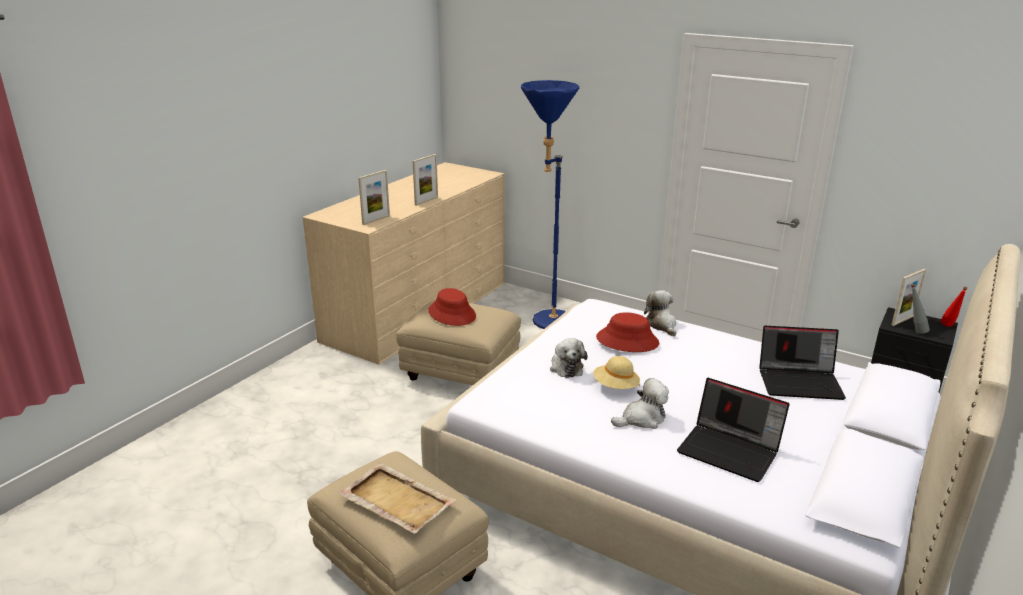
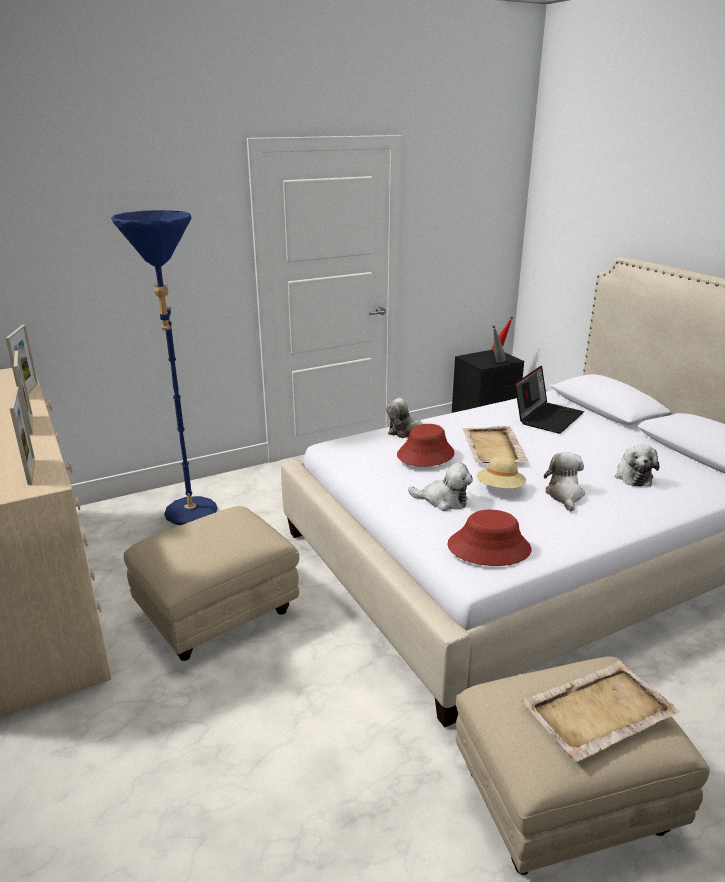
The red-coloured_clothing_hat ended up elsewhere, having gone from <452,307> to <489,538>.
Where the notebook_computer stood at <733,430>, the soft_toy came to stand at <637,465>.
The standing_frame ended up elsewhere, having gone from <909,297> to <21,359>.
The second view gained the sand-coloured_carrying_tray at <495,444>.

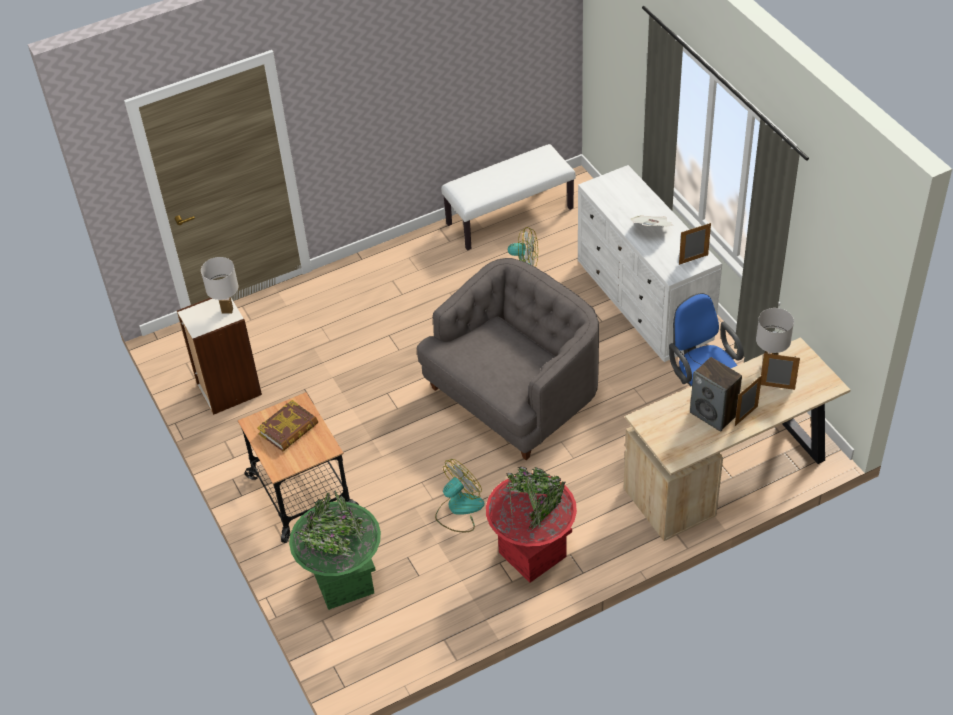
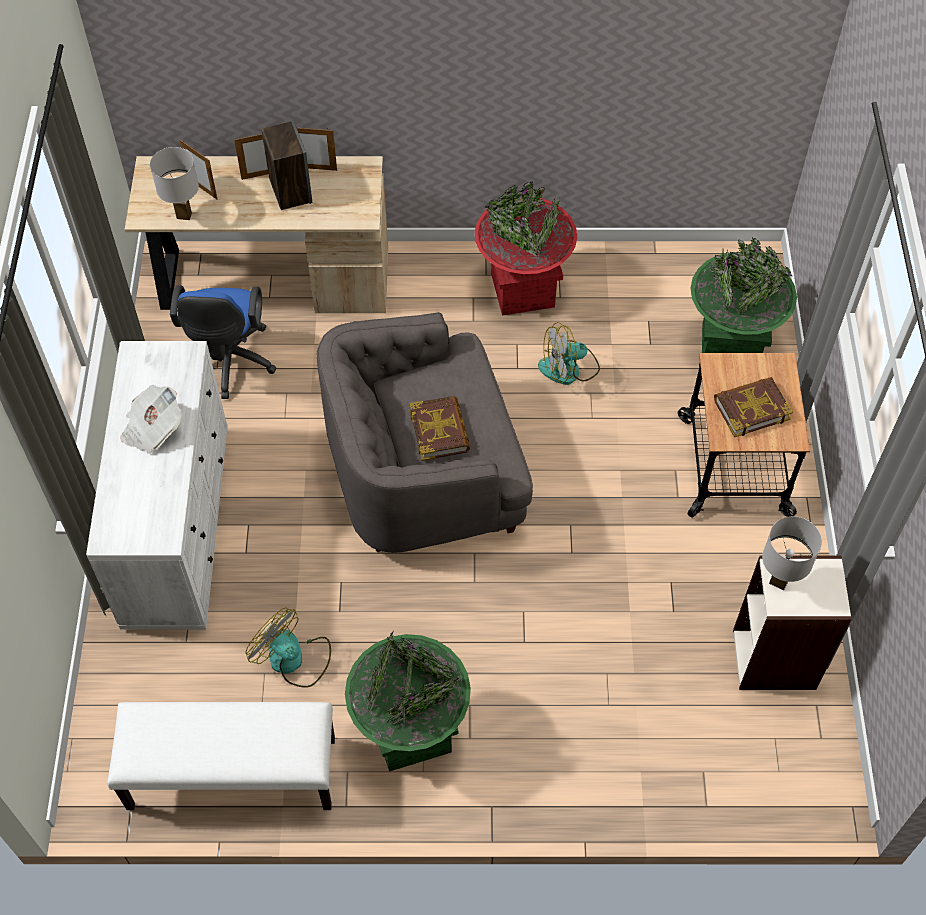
The standing_frame ended up elsewhere, having gone from <695,244> to <316,148>.
The second view gained the greenish_flower_pot at <408,701>.
The second view gained the volume at <440,428>.

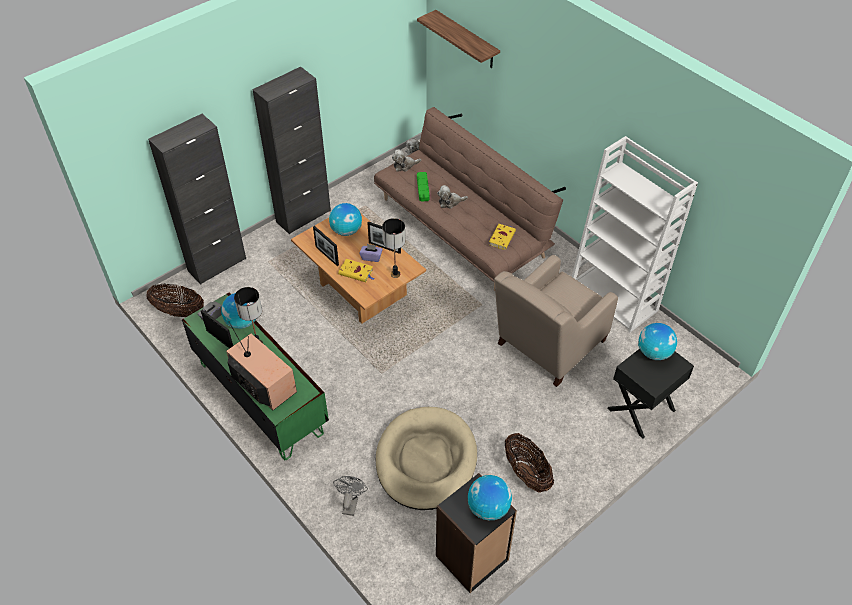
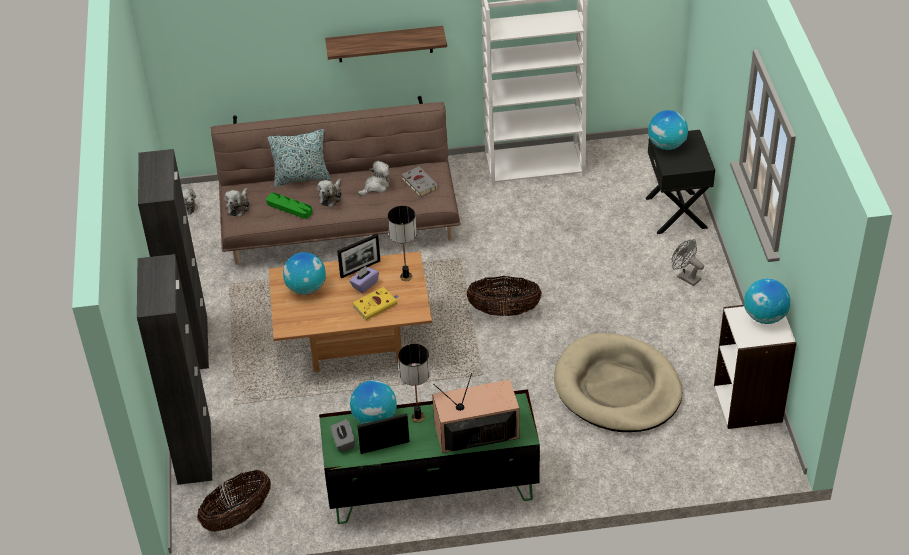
The second view lost the standing_frame at <326,246>.
The greyish_cooling_fan ended up elsewhere, having gone from <350,496> to <687,262>.
The shelf ended up elsewhere, having gone from <458,39> to <386,44>.
What was the black_bookshelf at <476,533> turned into the white-coloured_bookshelf at <755,367>.
What was the yellow_volume at <502,237> turned into the greyish_volume at <420,182>.
The second view lost the sand-coloured_armchair at <556,321>.
The household_basket ended up elsewhere, having gone from <529,463> to <504,296>.
The second view gained the pillow at <299,158>.
The second view gained the soft_toy at <374,178>.

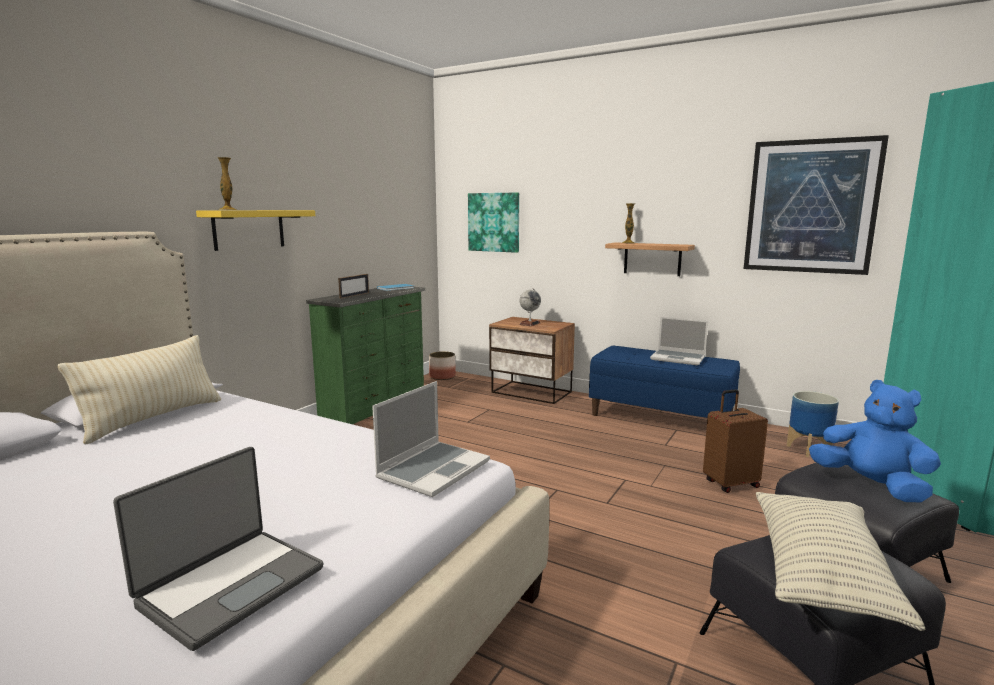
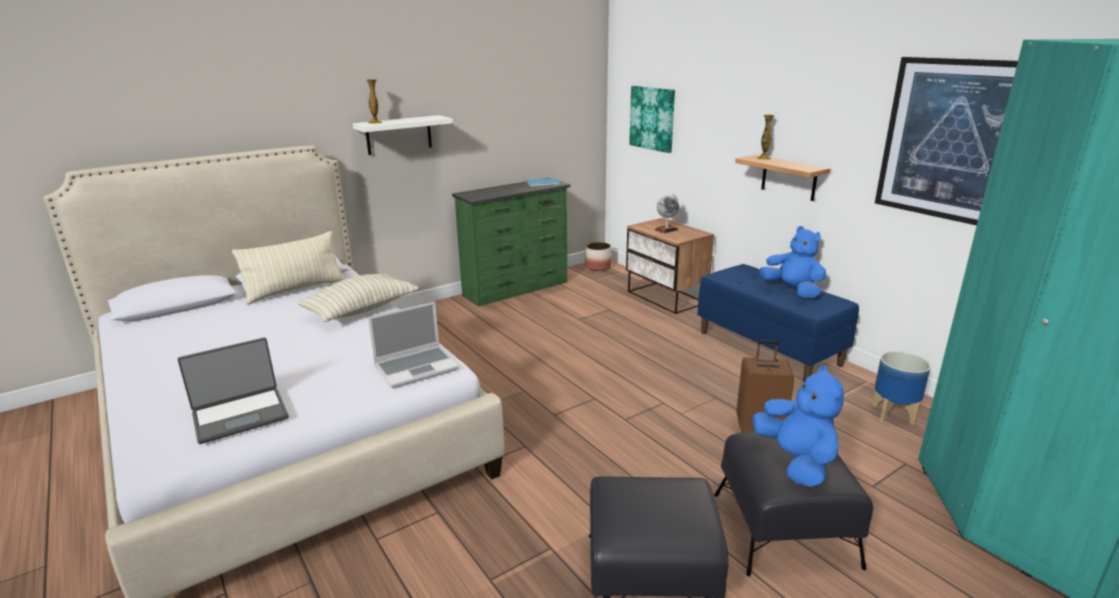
What was the yellow_shelf at <255,230> turned into the white-coloured_shelf at <403,135>.
The second view lost the standing_frame at <353,286>.
Where the notebook_computer stood at <679,341>, the blue-coloured_soft_toy came to stand at <792,262>.
The pillow ended up elsewhere, having gone from <840,561> to <358,298>.

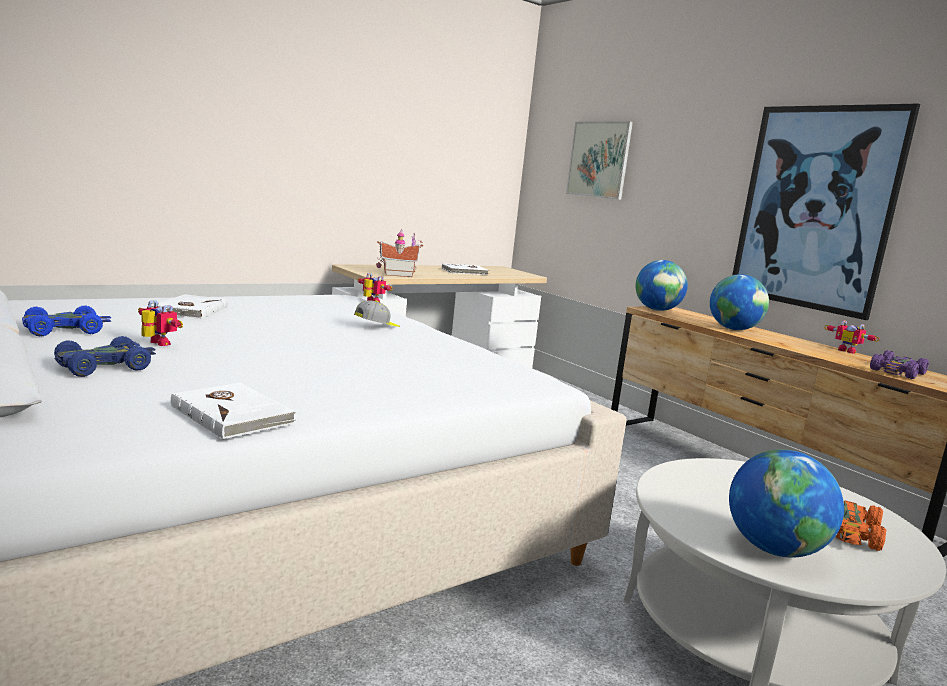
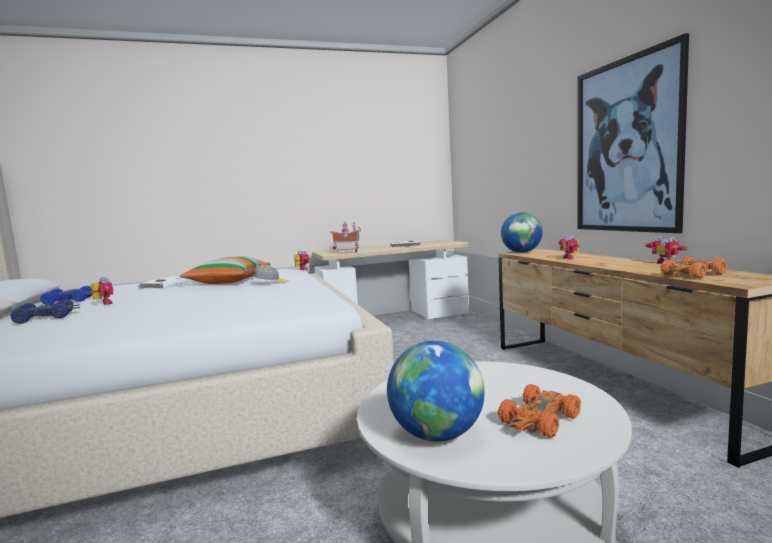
The second view lost the white-coloured_volume at <233,411>.
The second view lost the picture at <599,160>.
Where the globe stood at <739,302>, the model_robot came to stand at <569,247>.
What was the purple-coloured_toy_car at <899,364> turned into the orange_toy_car at <694,267>.
The second view gained the pillow at <224,270>.

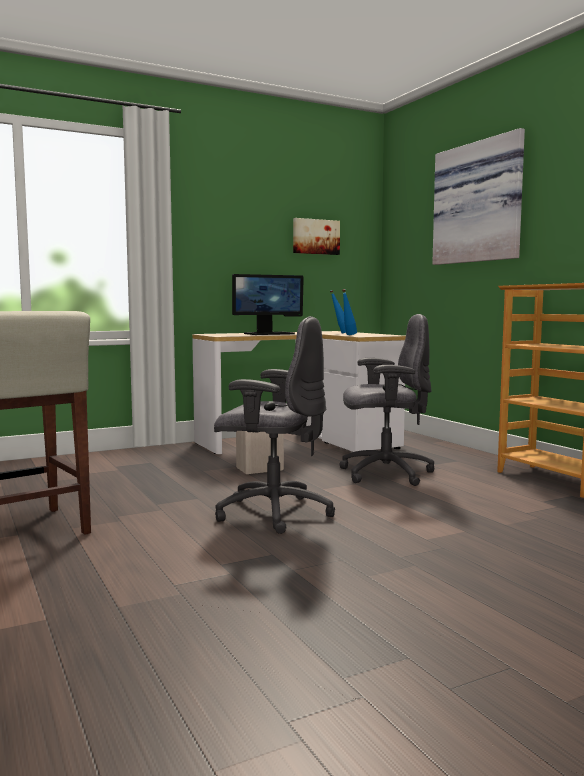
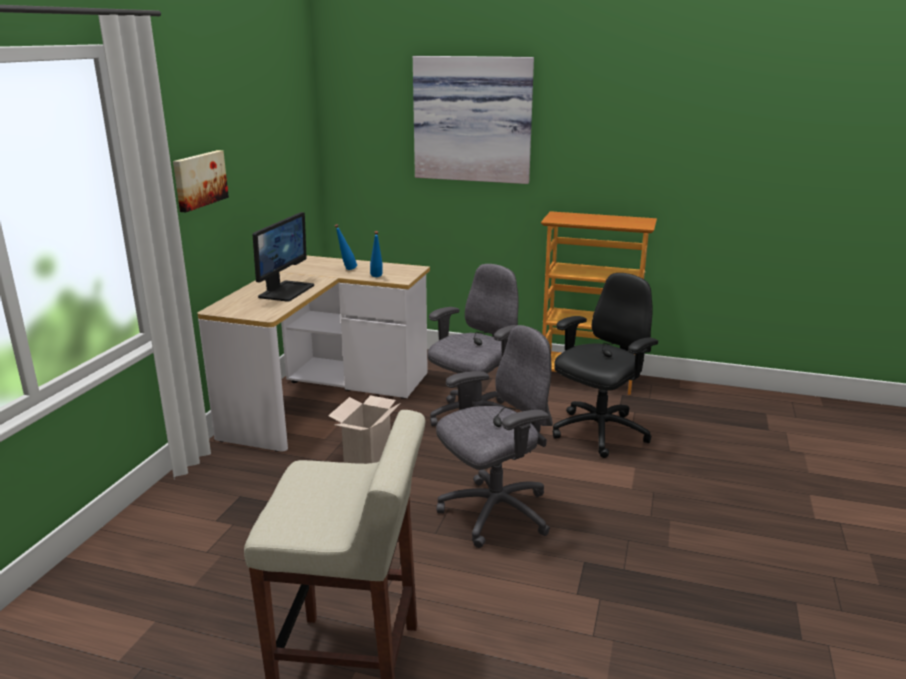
The picture ended up elsewhere, having gone from <316,236> to <201,181>.
The second view gained the black_desk_chair at <605,365>.

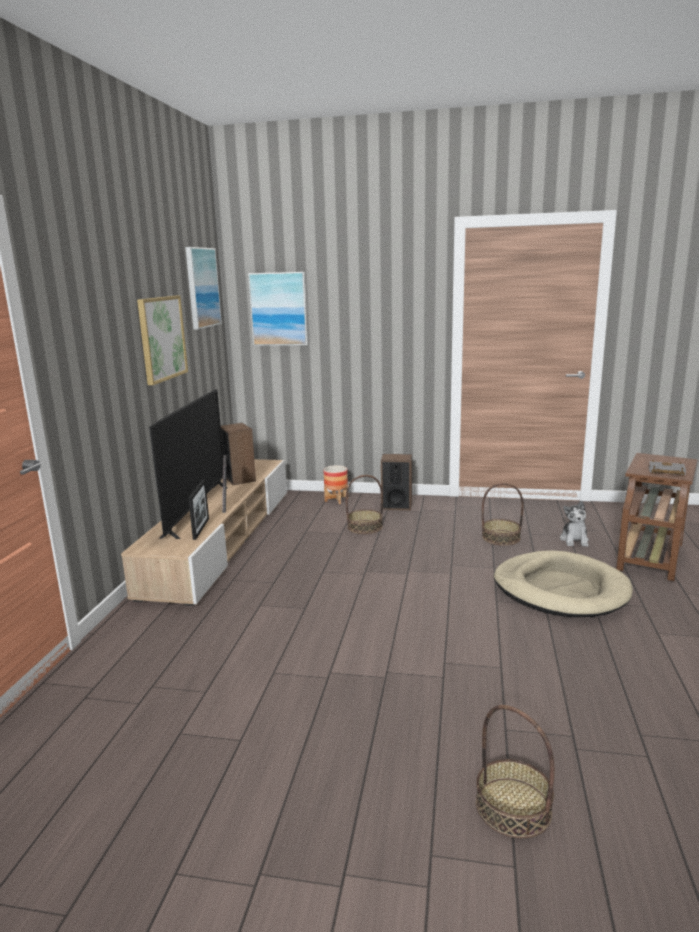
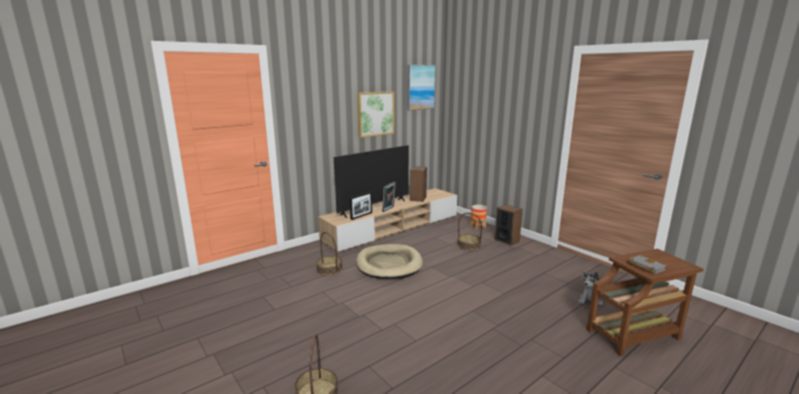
The second view lost the picture at <278,309>.
The household_basket ended up elsewhere, having gone from <503,514> to <329,254>.
The sand-coloured_dog_bed ended up elsewhere, having gone from <563,583> to <389,261>.

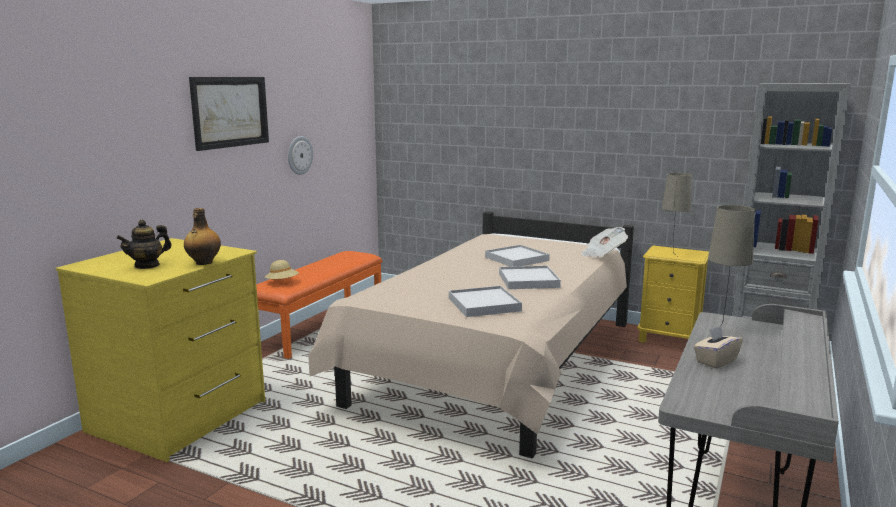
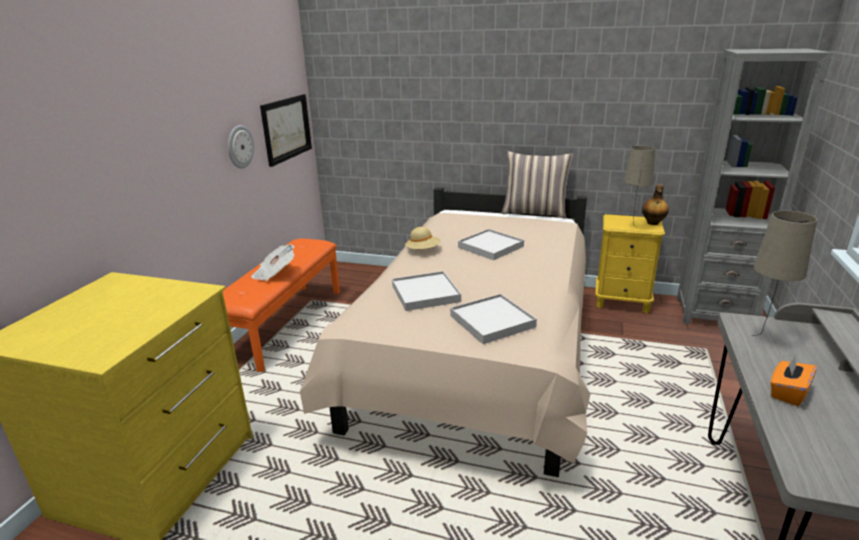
The second view lost the teapot at <144,244>.
The bottle ended up elsewhere, having gone from <202,236> to <655,205>.
The picture ended up elsewhere, having gone from <229,114> to <286,130>.
The sand-coloured_clothing_hat ended up elsewhere, having gone from <282,270> to <422,238>.
The white-coloured_carrying_tray ended up elsewhere, having gone from <530,277> to <426,291>.
The newspaper ended up elsewhere, having gone from <604,242> to <273,262>.
What was the sand-coloured_tissue_box at <718,347> turned into the orange_tissue_box at <793,381>.
The second view gained the pillow at <537,184>.

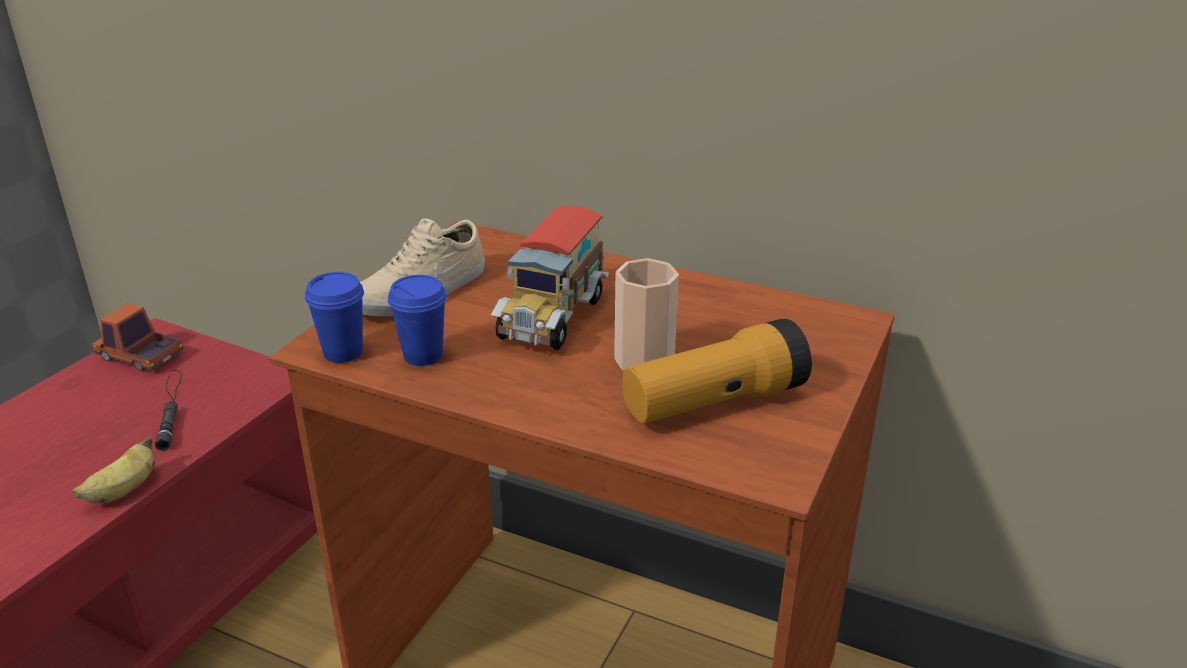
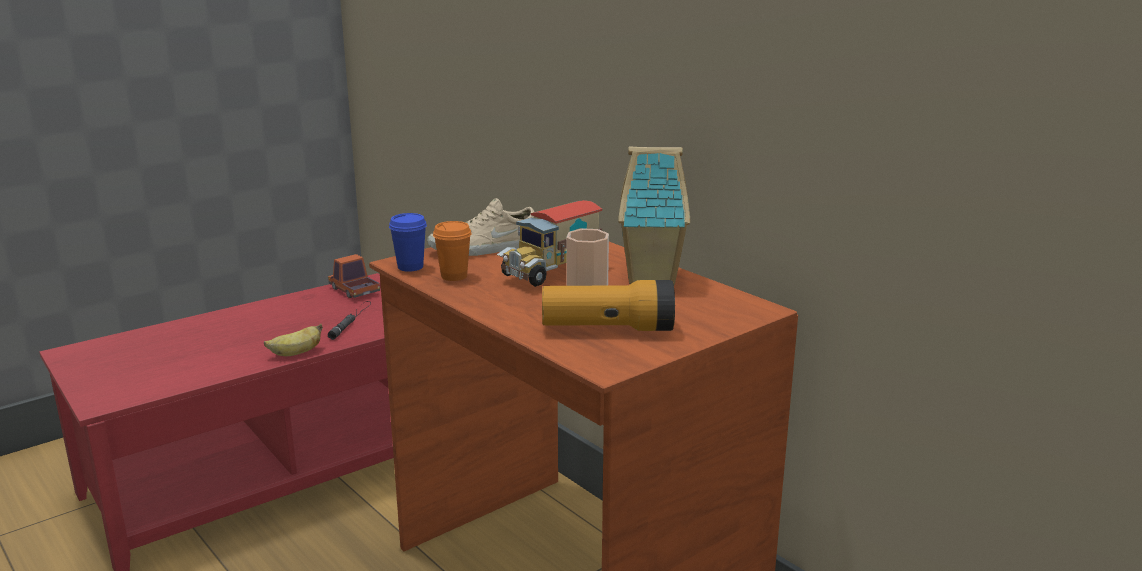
What was the blue-coloured_small_cup at <417,320> turned into the orange_small_cup at <452,251>.
The second view gained the miniature_house at <654,216>.

